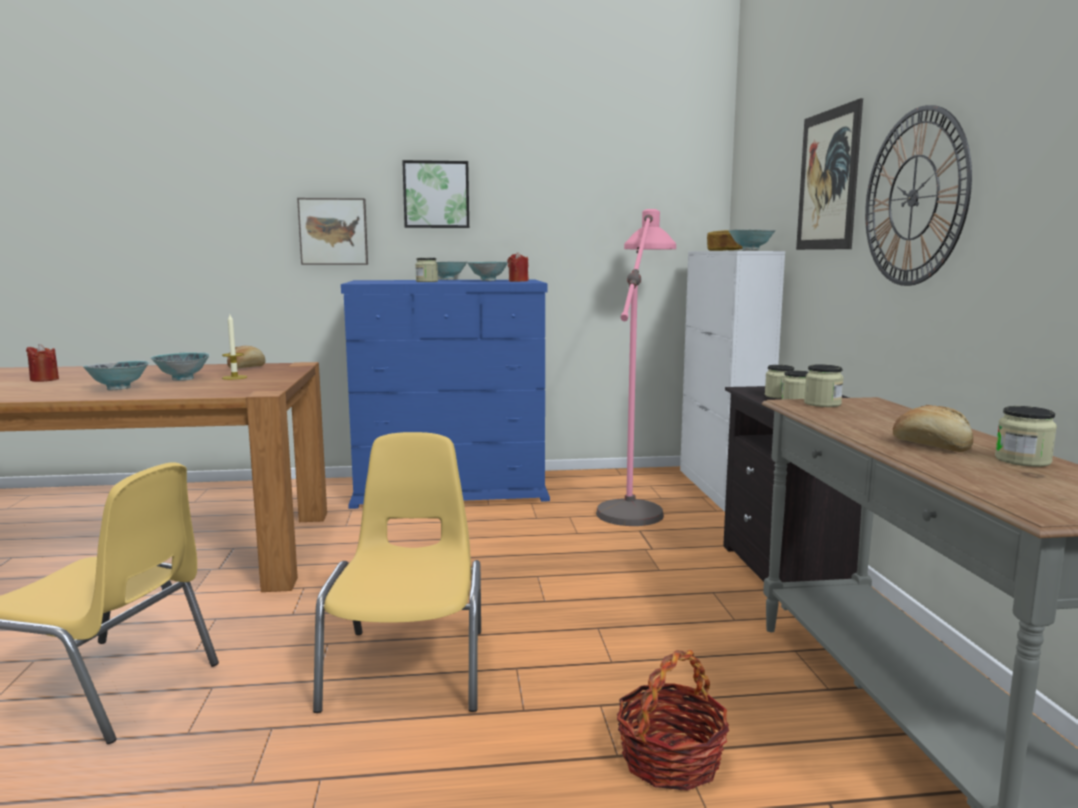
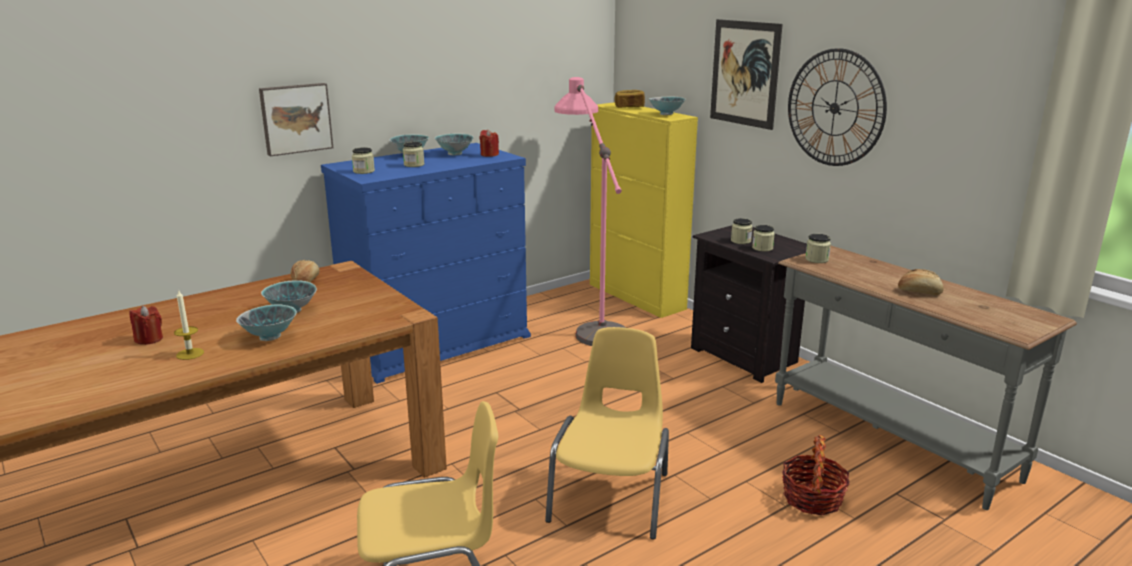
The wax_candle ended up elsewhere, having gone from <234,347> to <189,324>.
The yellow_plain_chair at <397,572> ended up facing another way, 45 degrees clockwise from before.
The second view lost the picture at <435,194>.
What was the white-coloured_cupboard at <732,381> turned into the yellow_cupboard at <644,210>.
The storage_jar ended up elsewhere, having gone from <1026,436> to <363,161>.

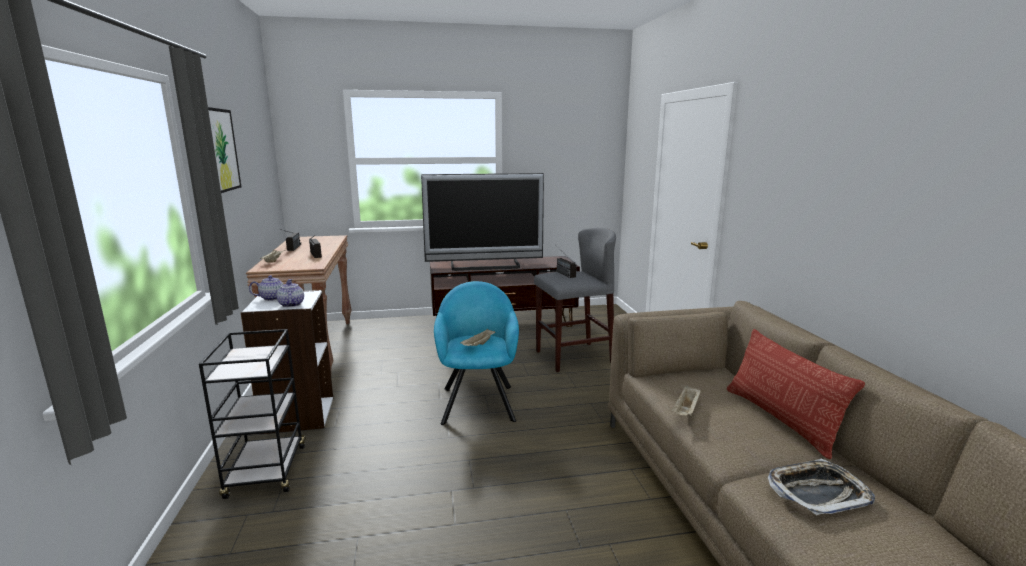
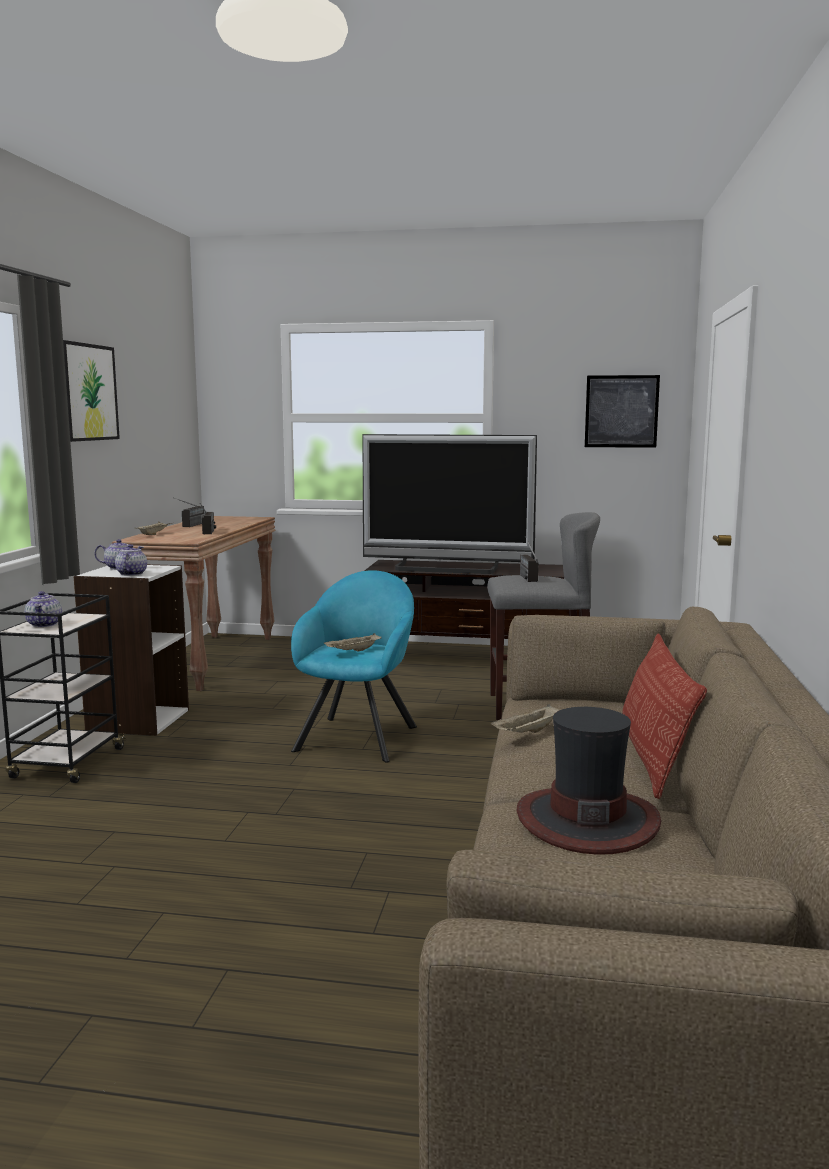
Where the carrying_tray stood at <821,487>, the clothing_hat came to stand at <588,781>.
The second view gained the teapot at <43,609>.
The second view gained the picture at <622,411>.

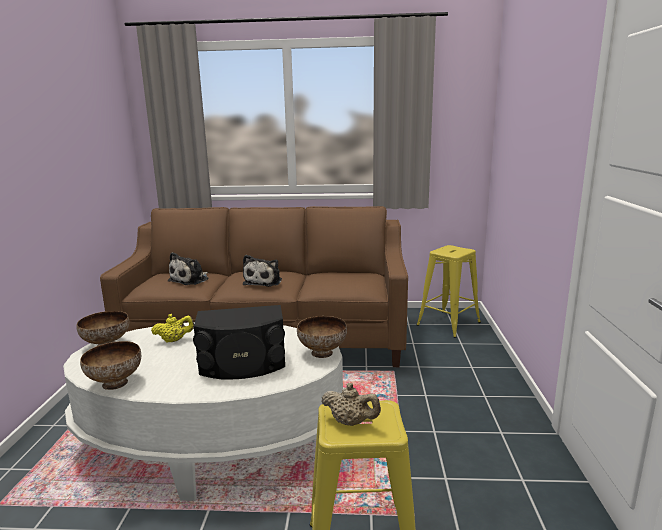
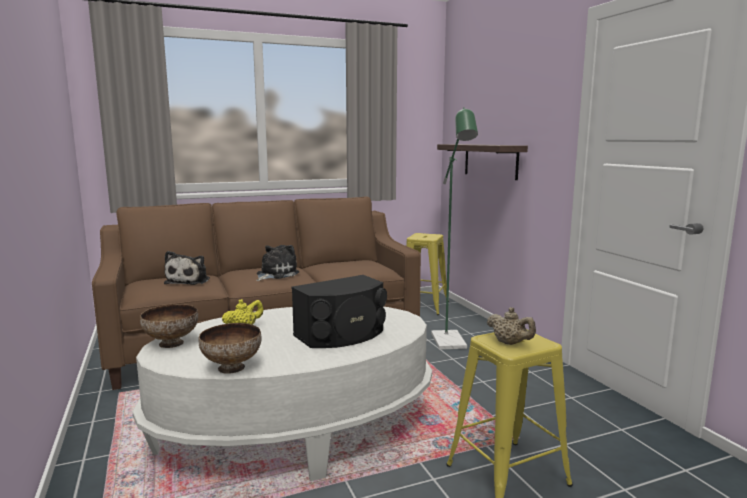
The soft_toy at <262,271> ended up facing another way, 135 degrees counterclockwise from before.
The second view lost the serving_bowl at <322,337>.
The sand-coloured_teapot at <351,404> ended up facing another way, 45 degrees clockwise from before.
The second view gained the greenish_floor_lamp at <454,228>.
The second view gained the shelf at <482,162>.

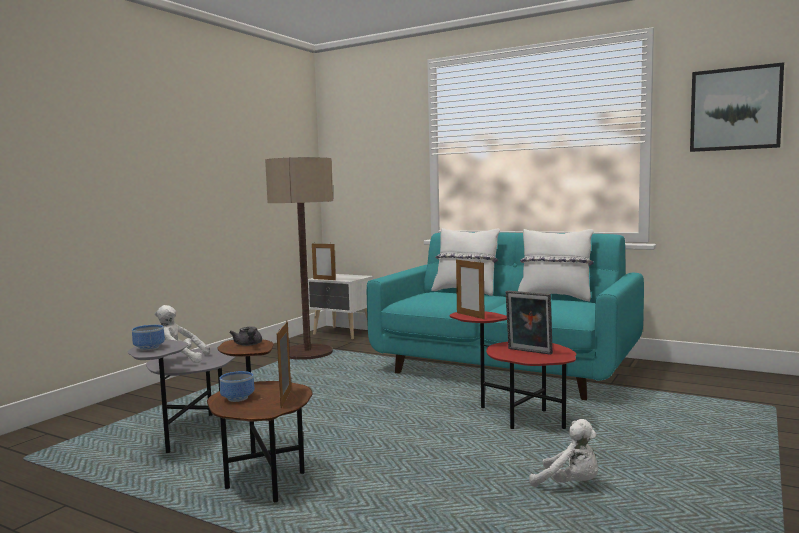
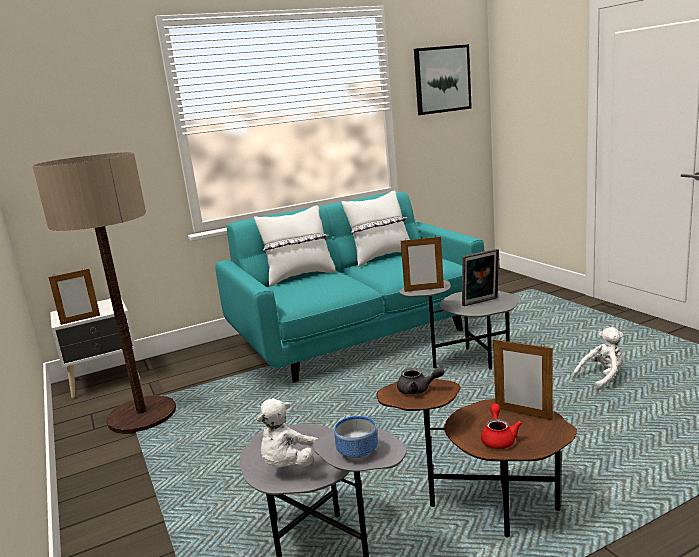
Where the serving_bowl stood at <237,386>, the red-coloured_teapot came to stand at <501,426>.
What was the red-coloured_side_table at <512,370> turned into the greyish_side_table at <459,324>.

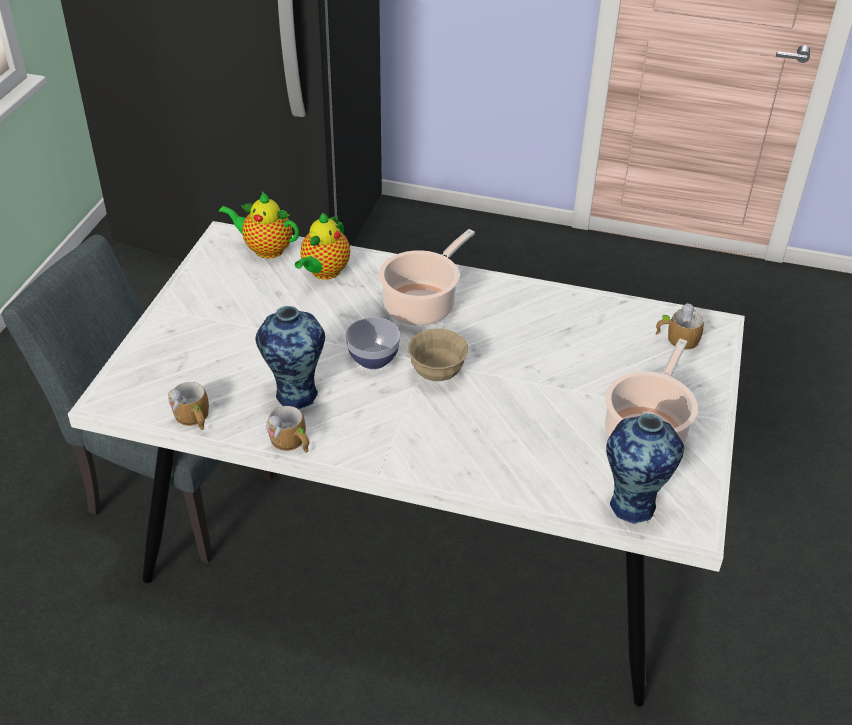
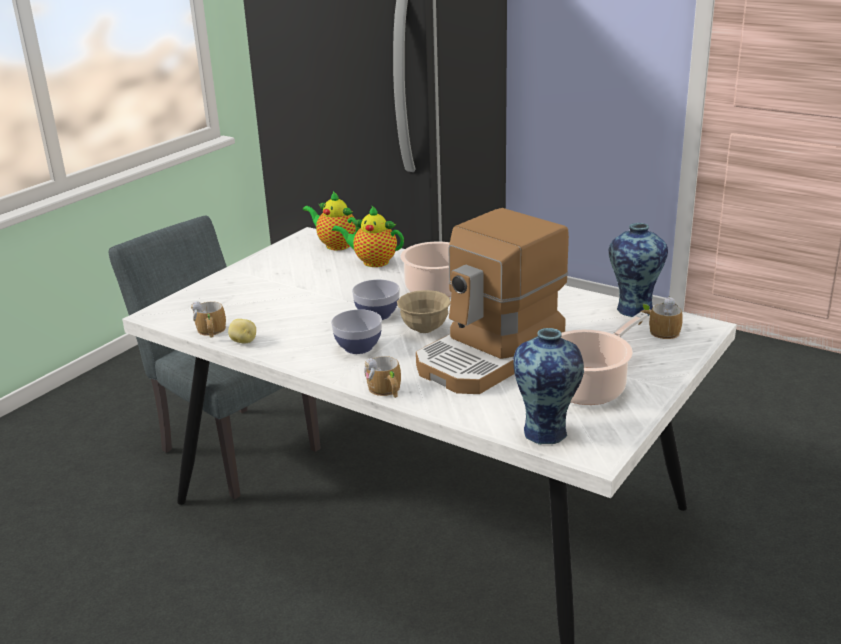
The decorative_vase ended up elsewhere, having gone from <290,357> to <638,270>.
The mug ended up elsewhere, having gone from <287,429> to <382,377>.
The teapot at <322,246> ended up facing another way, 60 degrees clockwise from before.
The second view gained the whole_potato at <242,331>.
The second view gained the serving_bowl at <356,331>.
The second view gained the coffee_machine at <492,301>.

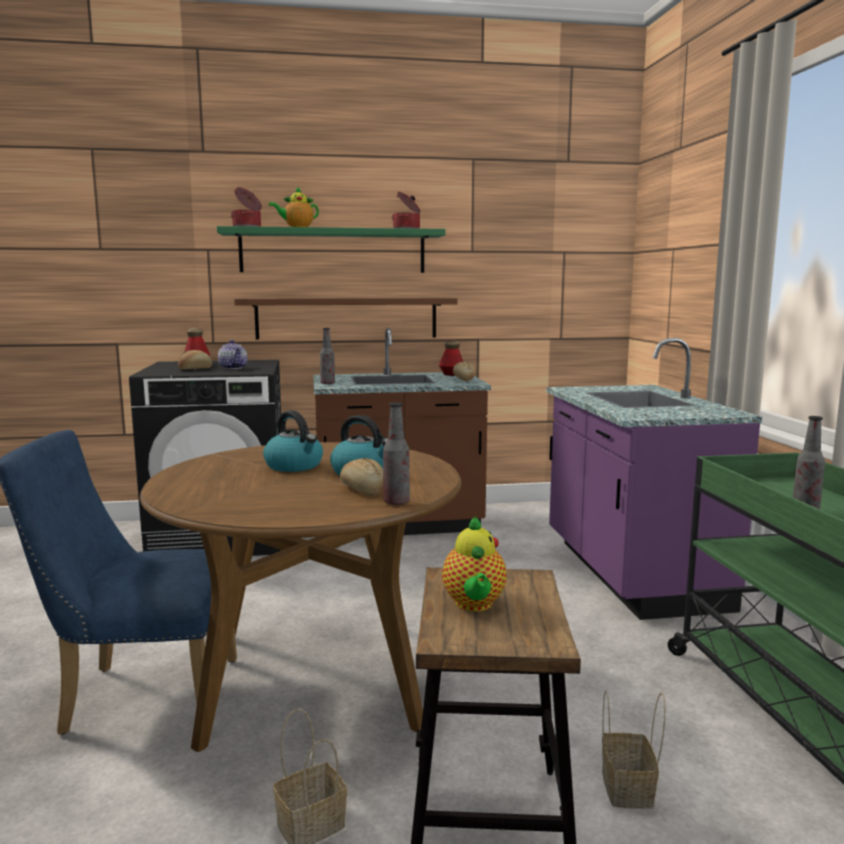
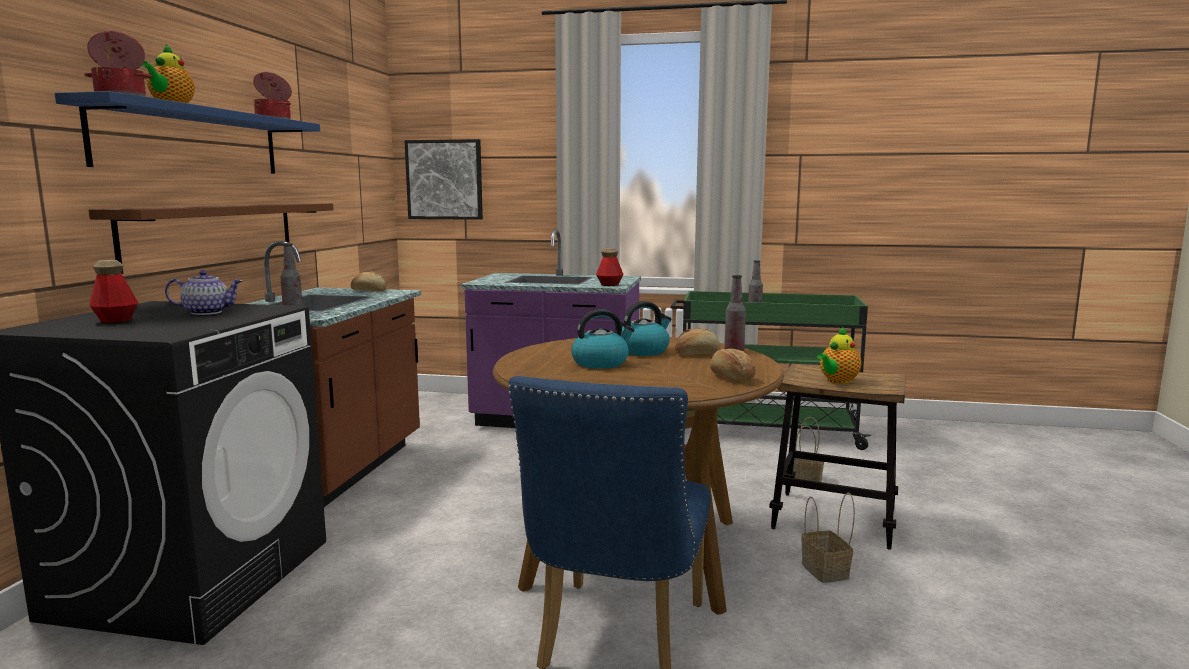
The bakery_bread ended up elsewhere, having gone from <195,360> to <733,365>.
What was the greenish_shelf at <331,249> turned into the blue-coloured_shelf at <187,132>.
The bottle ended up elsewhere, having gone from <451,358> to <609,267>.
The teapot at <474,564> ended up facing another way, 120 degrees clockwise from before.
The second view gained the picture at <443,179>.

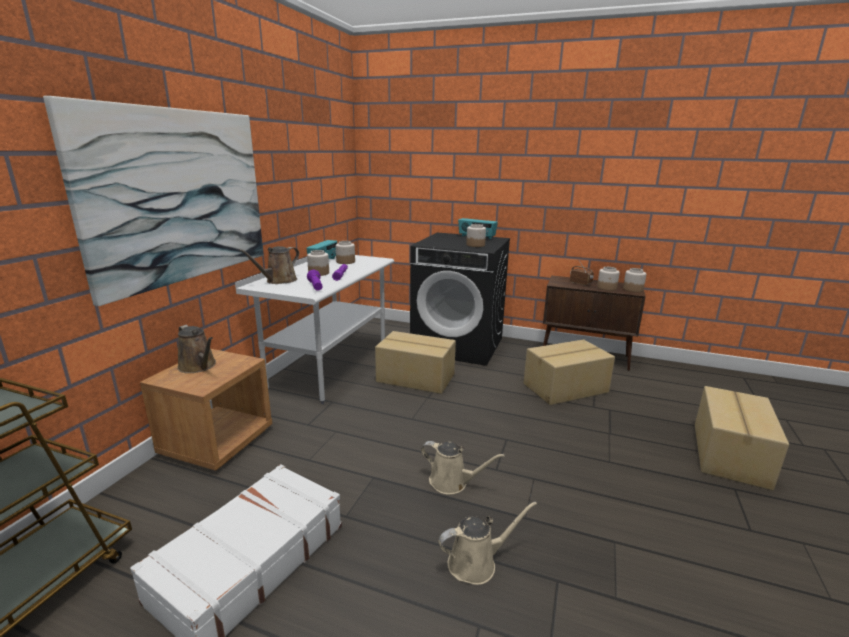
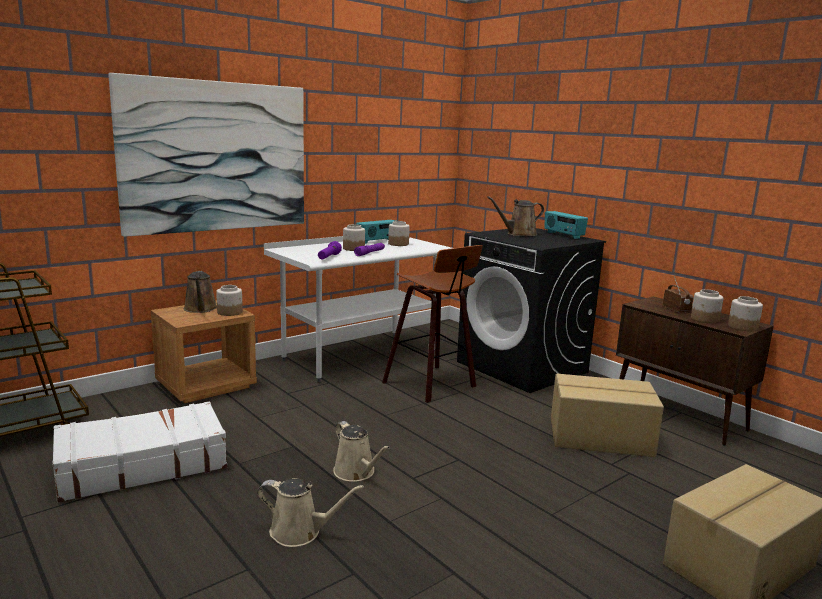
The brown_watering_pot ended up elsewhere, having gone from <269,265> to <515,216>.
Where the packing_box stood at <415,362>, the sitting_stool came to stand at <432,324>.
The storage_jar ended up elsewhere, having gone from <476,235> to <229,300>.

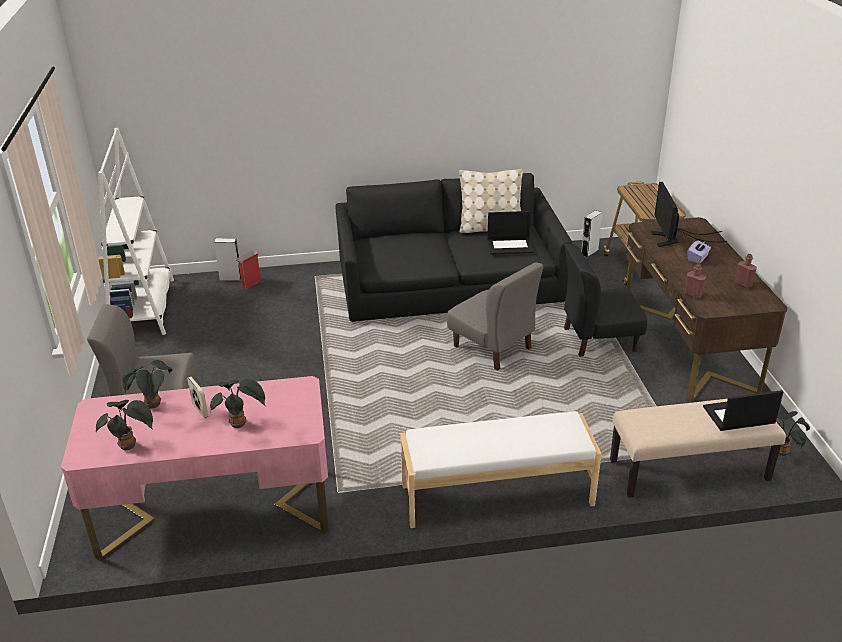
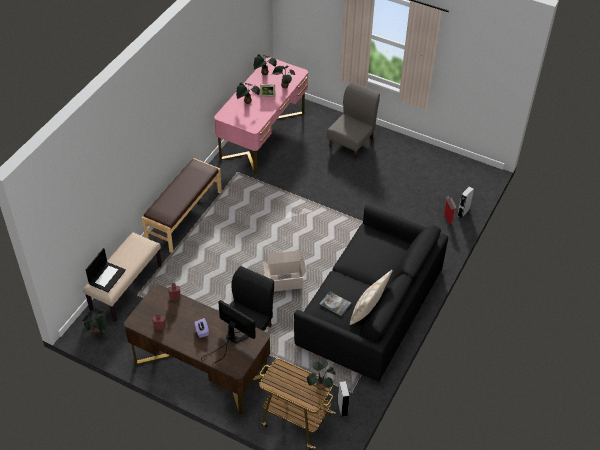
The second view lost the white-coloured_bookshelf at <136,231>.
What was the white-coloured_indoor_bench at <501,469> turned into the brown_indoor_bench at <182,205>.
Where the greyish_plain_chair stood at <495,316>, the packing_box came to stand at <284,271>.
Where the notebook_computer stood at <510,233>, the volume came to stand at <335,303>.
The second view gained the potted_plant at <321,375>.

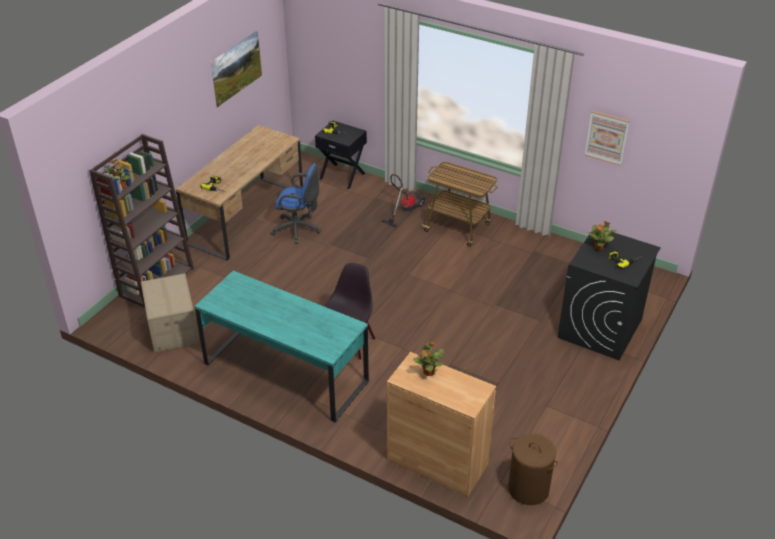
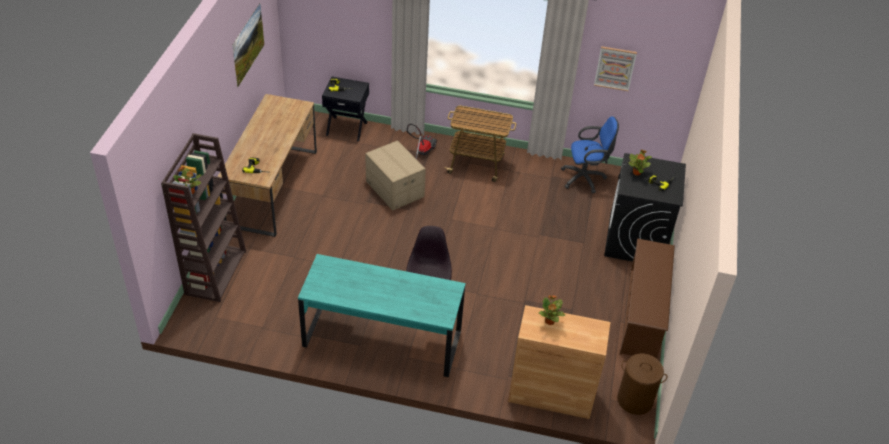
The packing_box ended up elsewhere, having gone from <170,312> to <395,175>.
The blue-coloured_desk_chair ended up elsewhere, having gone from <296,203> to <590,154>.
The second view gained the brown_shoe_rack at <647,298>.

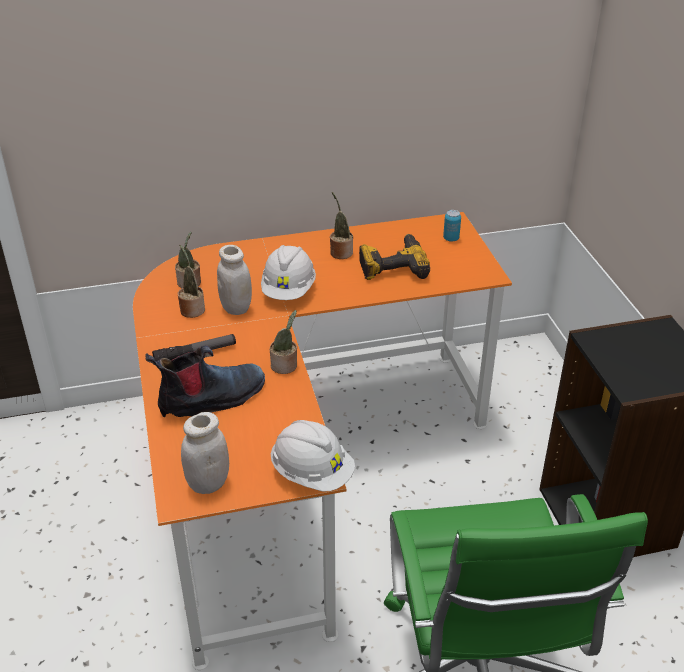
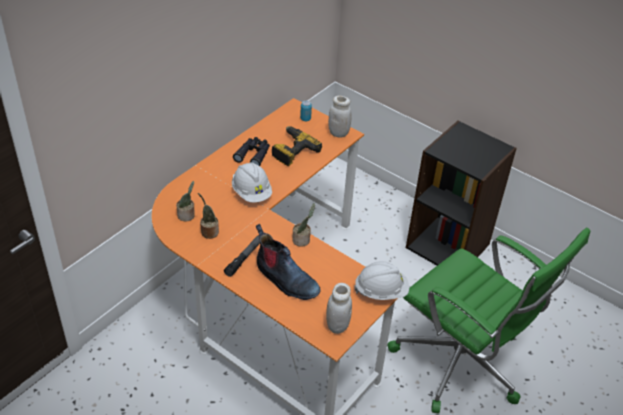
The high-top_boot at <205,381> ended up facing another way, 105 degrees clockwise from before.
The white-coloured_storage_jar ended up elsewhere, having gone from <234,280> to <339,117>.
Where the potted_plant stood at <341,225>, the black_binoculars came to stand at <251,151>.

